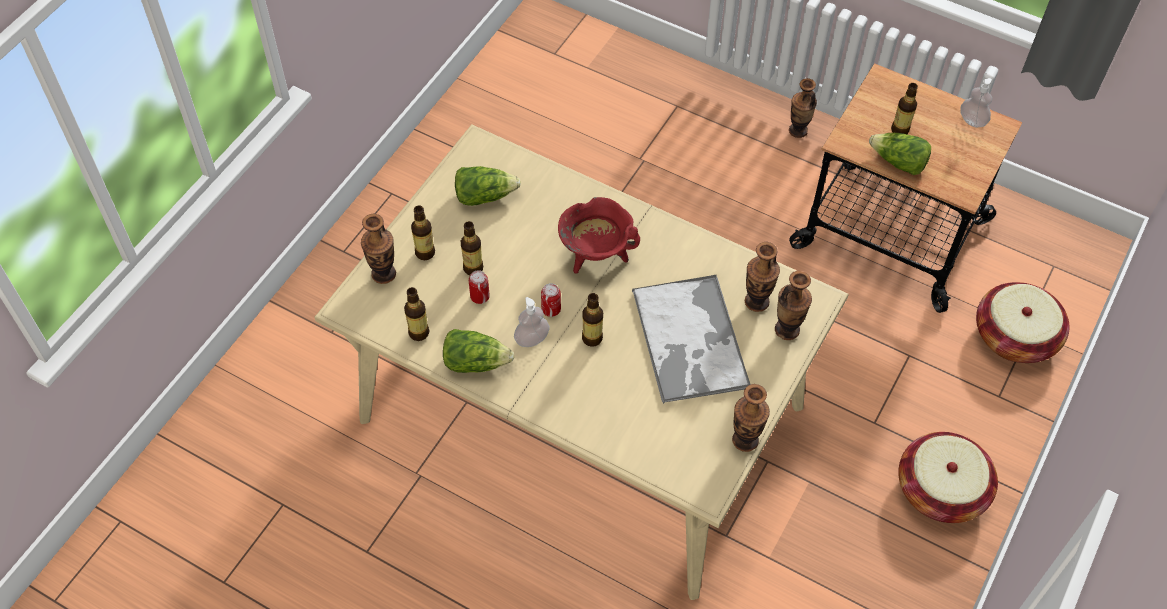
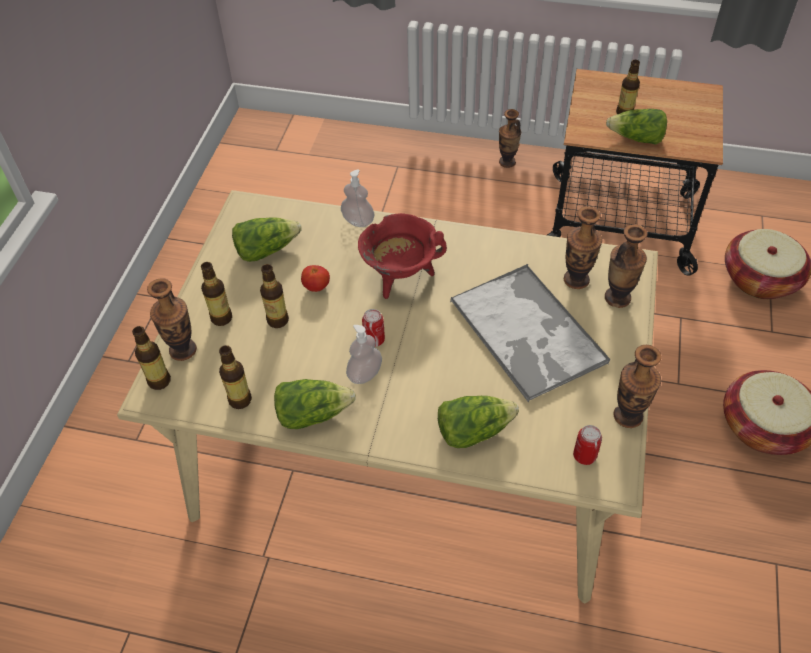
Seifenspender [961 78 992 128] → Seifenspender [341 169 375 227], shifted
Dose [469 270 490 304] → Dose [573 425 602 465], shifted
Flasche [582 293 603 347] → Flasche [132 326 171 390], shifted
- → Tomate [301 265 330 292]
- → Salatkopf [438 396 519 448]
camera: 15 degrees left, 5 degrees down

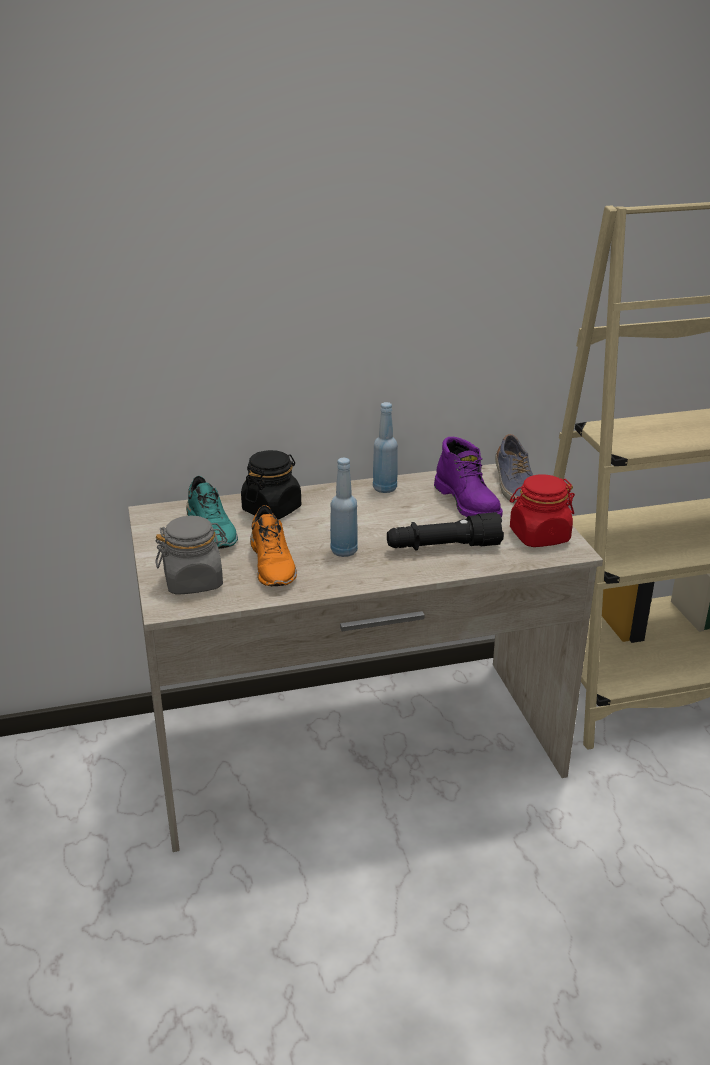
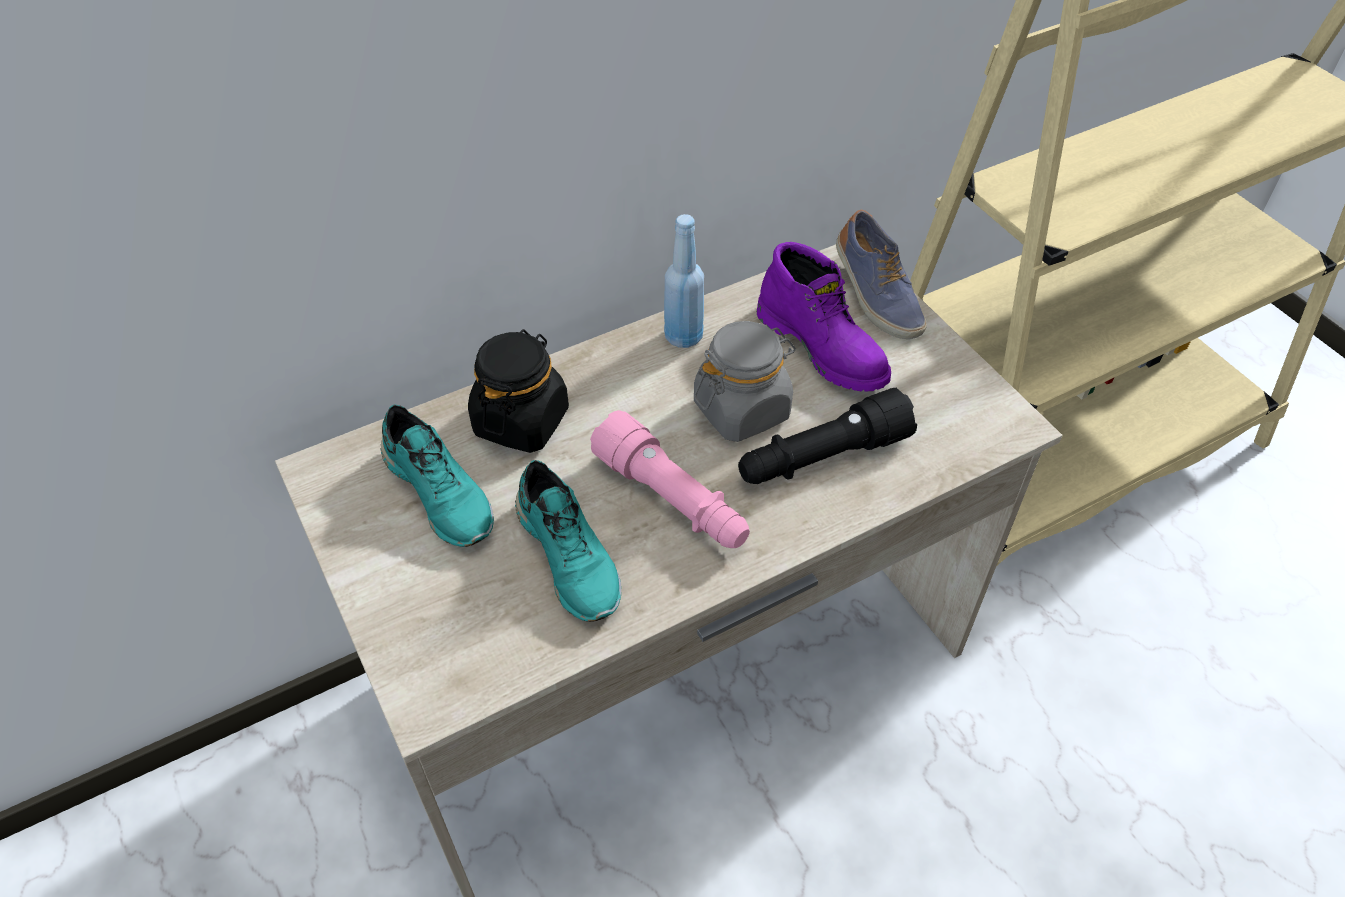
Flasche (blau) [330 458 358 557] → Taschenlampe (rosa) [590 410 750 548]
Vorratsglas (rot) [510 474 575 547] → -
Schuh (orange) [250 505 297 586] → Schuh (türkis) [515 460 621 622]
Vorratsglas (grau) [156 516 228 595] → Vorratsglas (grau) [694 321 796 442], shifted
camera: 15 degrees left, 20 degrees up

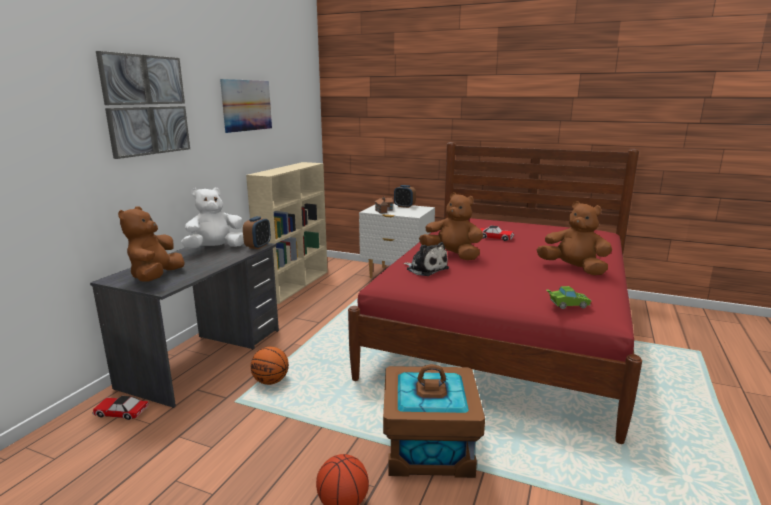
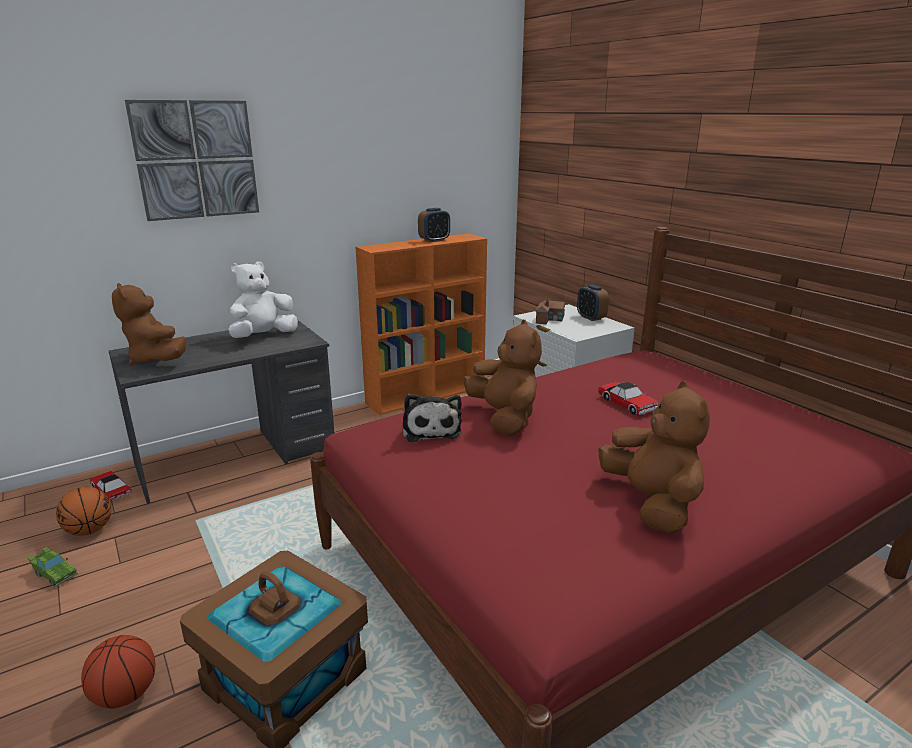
Bild [220 79 272 133] → -
Bücherregal (beige) [246 162 328 304] → Bücherregal (orange) [356 234 487 415]
Plüschtier (weiß) [181 187 244 249] → Plüschtier (weiß) [228 261 298 338], 45 degrees counterclockwise
Plüschtier (braun) [118 206 185 282] → Plüschtier (braun) [112 283 186 365], 75 degrees counterclockwise
Wecker [243 216 271 249] → Wecker [418 208 450 242], shifted
Spielzeugauto (grün) [546 286 591 309] → Spielzeugauto (grün) [27 547 78 586], shifted
Basketball [251 347 289 385] → Basketball [56 487 112 536], shifted
camera: 35 degrees right, 5 degrees up

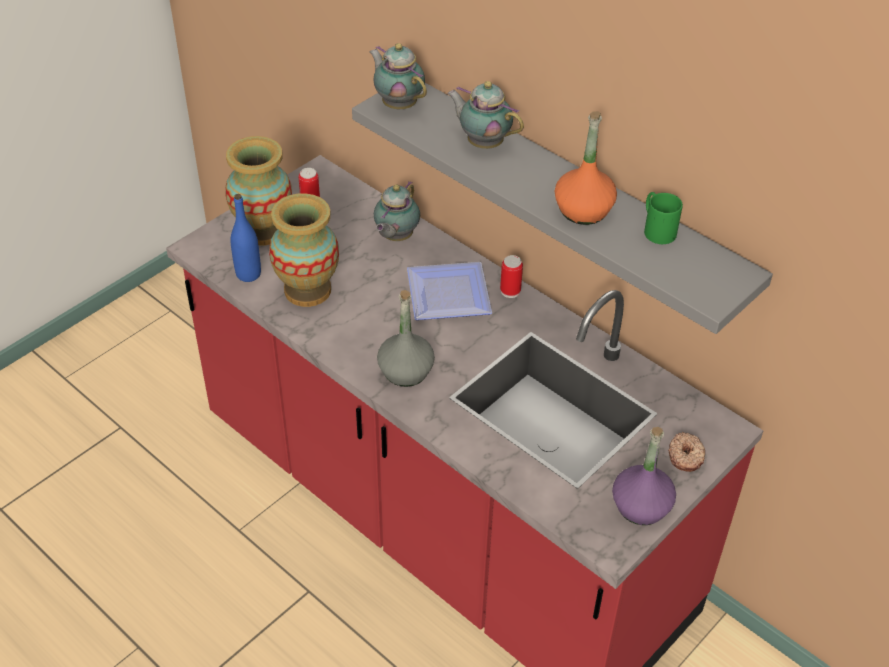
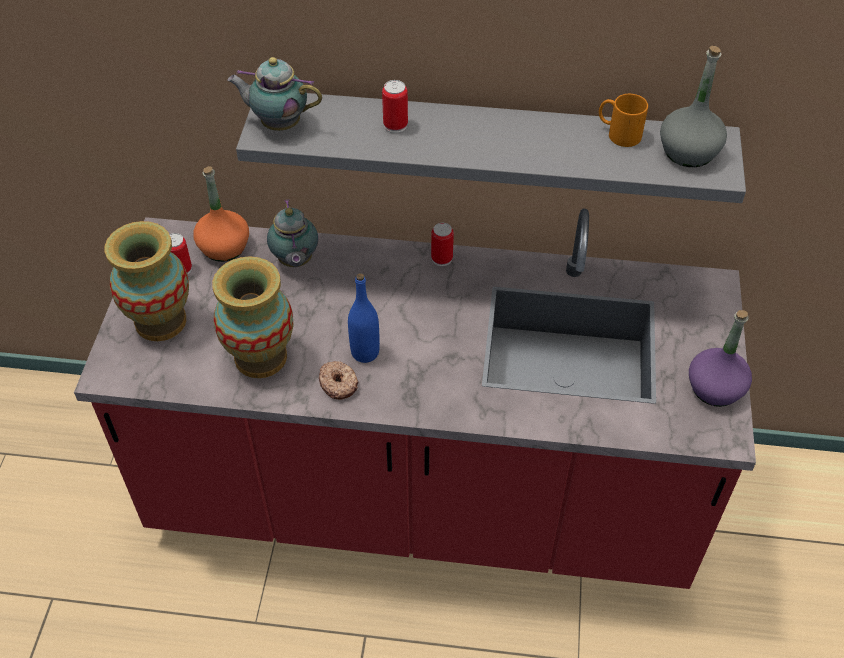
Teekanne [447 81 524 149] → Dose [382 80 408 133]
Flasche (orange) [555 111 617 225] → Flasche (orange) [193 166 249 262], shifted
Henkelbecher (grün) [644 192 683 244] → Henkelbecher (orange) [599 94 648 147]
Flasche (blau) [230 194 261 282] → Flasche (blau) [348 273 380 363], shifted
Teller [407 262 492 320] → -
Flasche (grau) [377 290 435 387] → Flasche (grau) [660 46 727 167], shifted
Donut [668 432 705 472] → Donut [319 361 359 399], shifted
camera: 35 degrees left, 5 degrees up

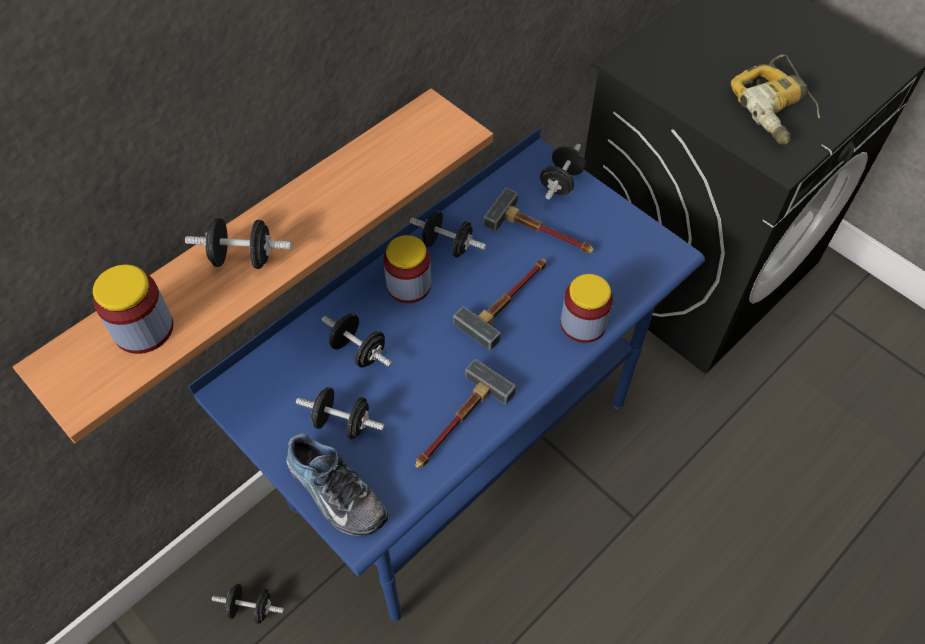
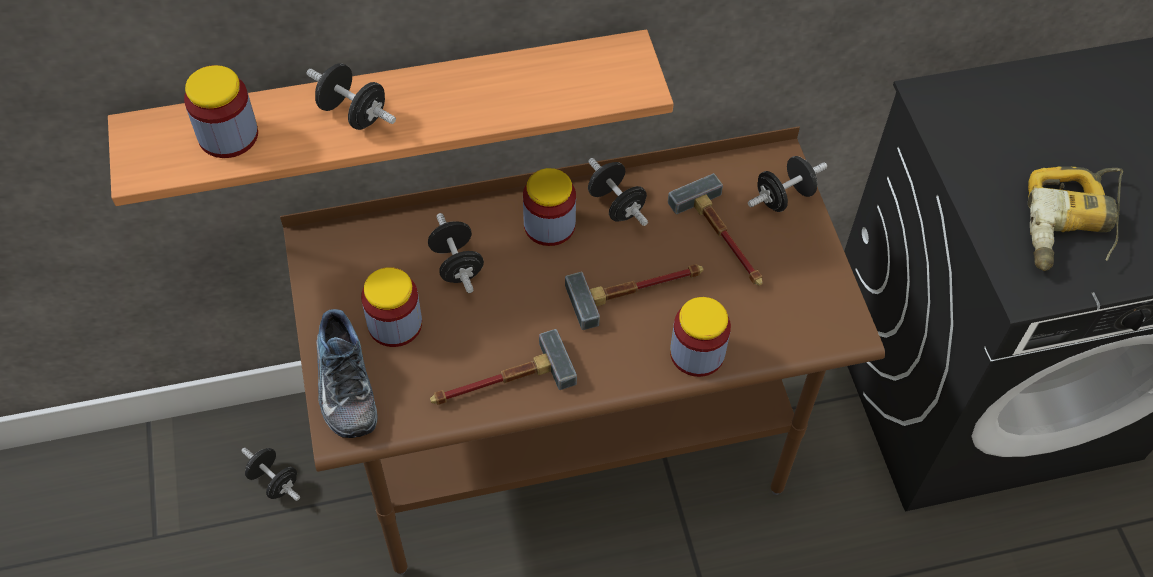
Schreibtisch (blau) [189 128 705 621] → Schreibtisch (braun) [280 127 885 575]
Hantel (schwarz) [296 387 385 439] → Vorratsglas [361 267 422 347]
camera: 30 degrees right, 0 degrees up

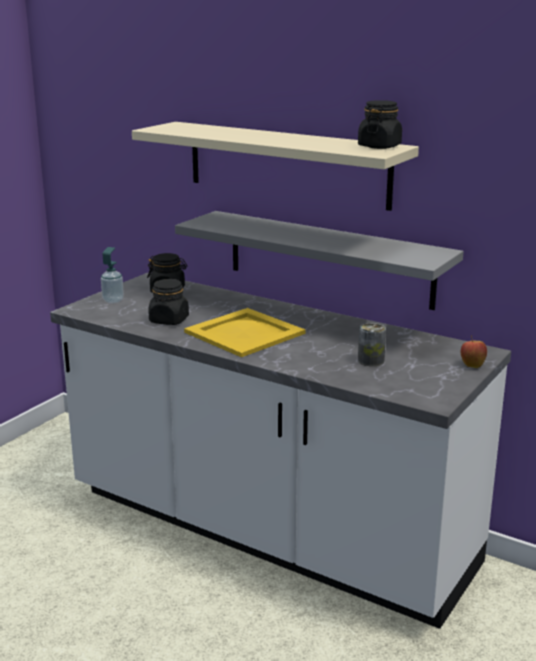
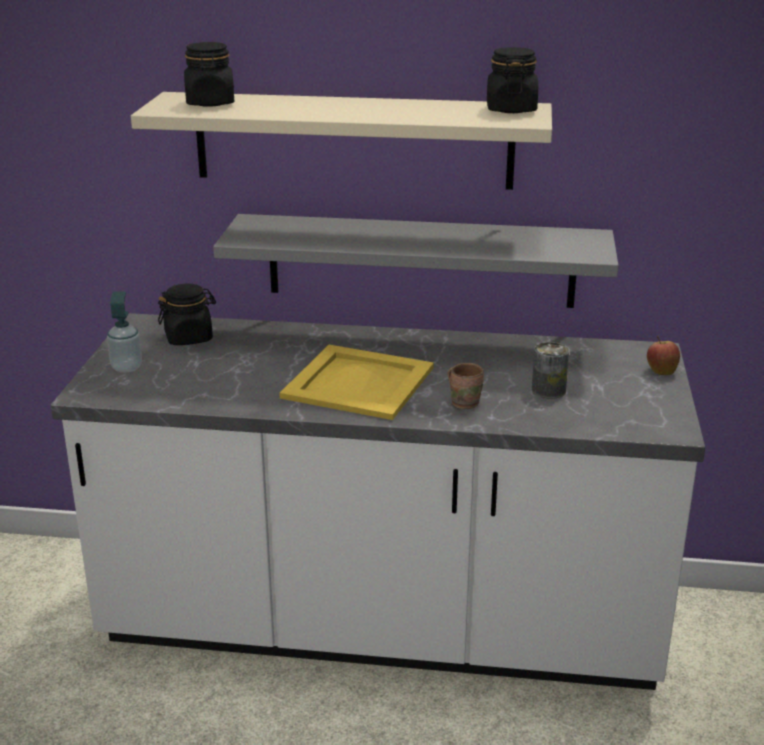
Vorratsglas (schwarz) [148 279 189 325] → Vorratsglas (schwarz) [184 42 234 107], shifted
- → Henkelbecher (braun) [448 363 484 409]
camera: 25 degrees left, 5 degrees up

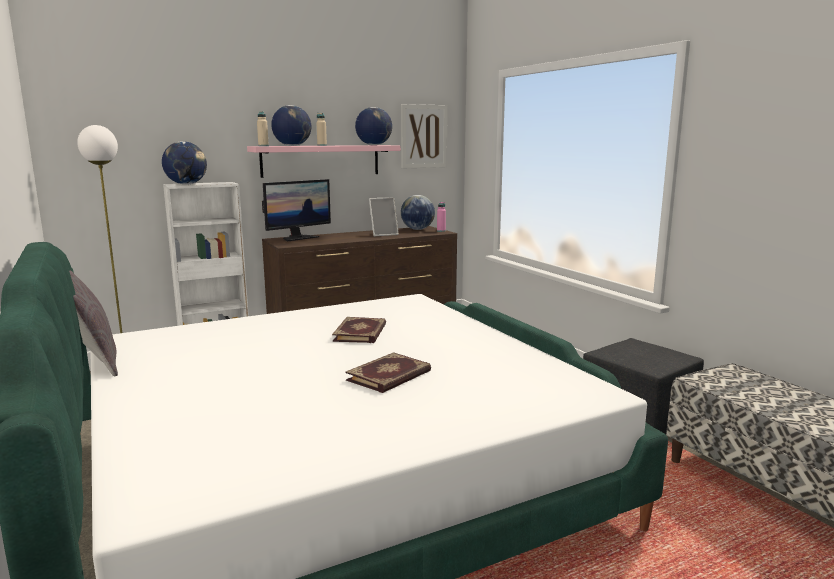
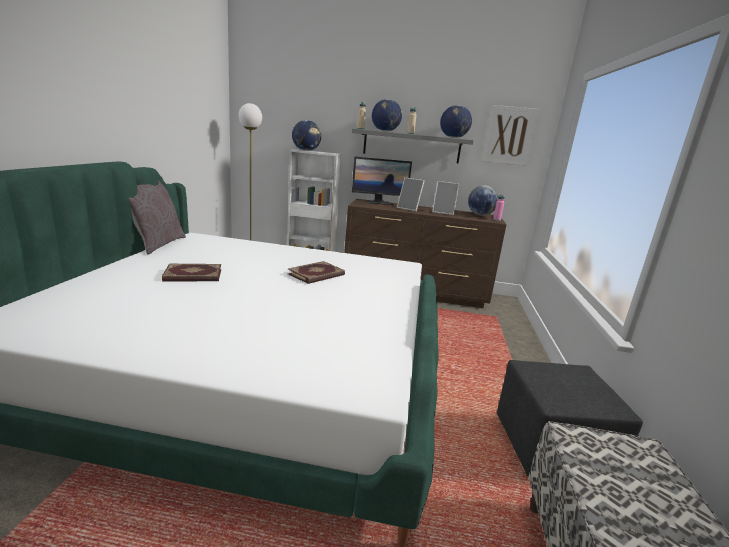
Wandregal (rosa) [247 145 401 178] → Wandregal (grau) [352 129 474 163]
Buch [345 352 431 393] → Buch [162 264 221 281], shifted
- → Bilderrahmen [397 177 425 211]
camera: 35 degrees right, 5 degrees up

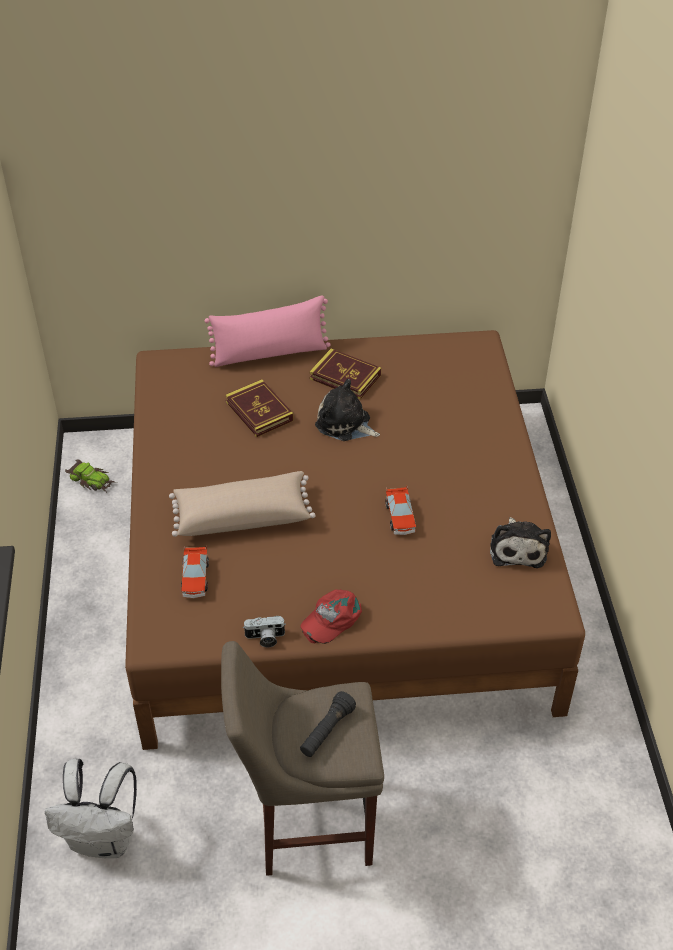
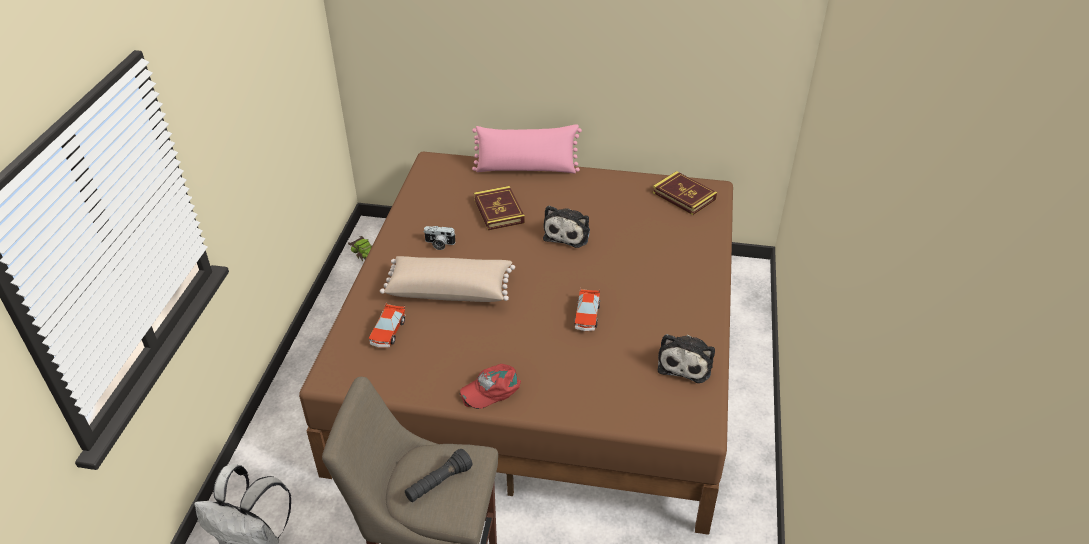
Buch [309 349 381 399] → Buch [652 171 717 215], shifted
Plüschtier [315 379 380 441] → Plüschtier [543 206 590 248], 120 degrees counterclockwise
Kamera [243 616 286 647] → Kamera [423 226 456 250], shifted
camera: 15 degrees right, 5 degrees down

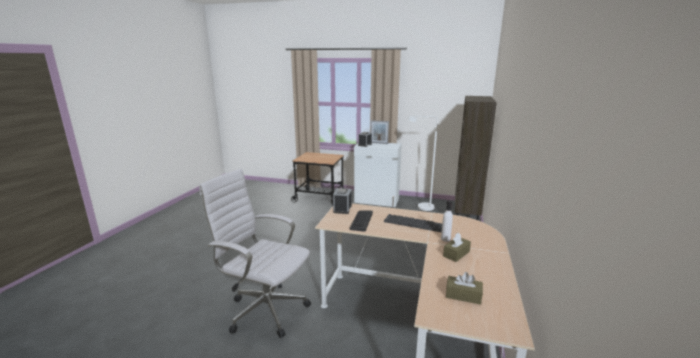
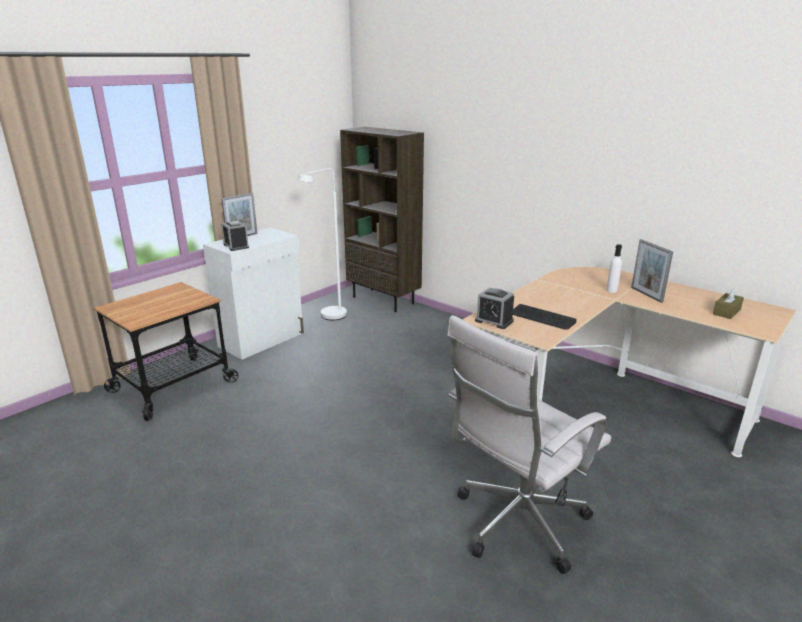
Tastatur [384 214 442 232] → -
Taschentuchbox (braun) [443 233 471 262] → Bilderrahmen [631 239 673 303]
camera: 65 degrees left, 5 degrees up

